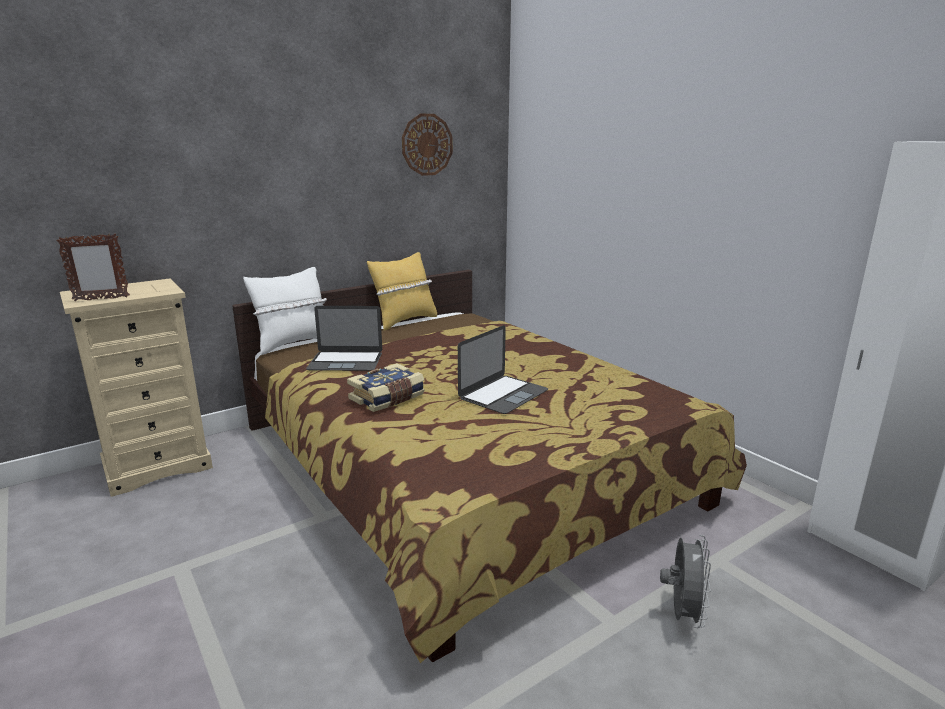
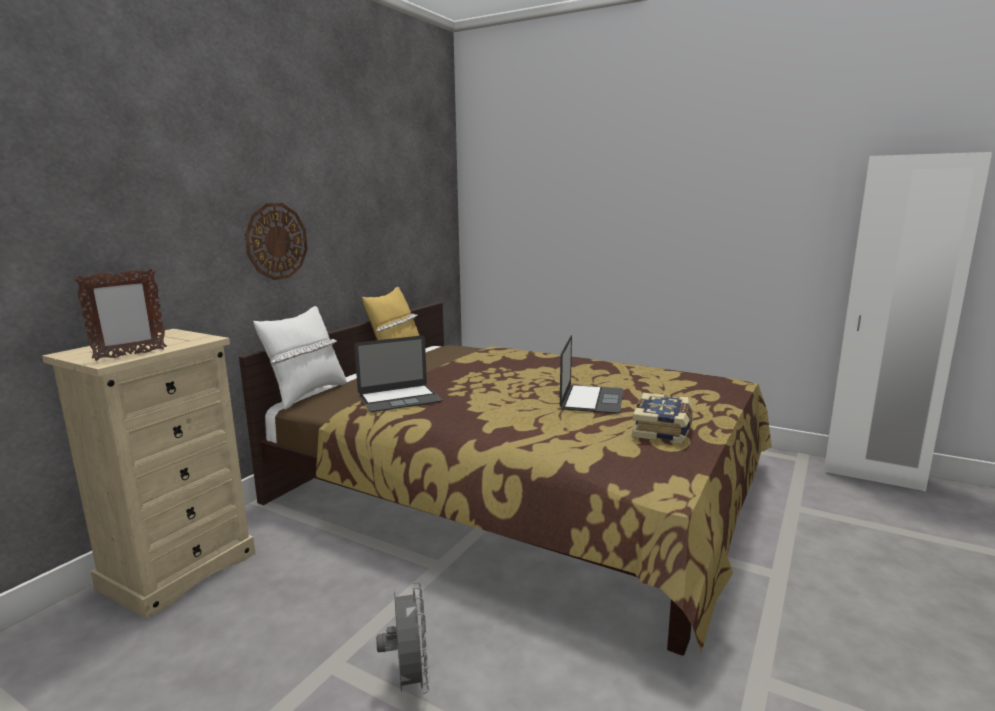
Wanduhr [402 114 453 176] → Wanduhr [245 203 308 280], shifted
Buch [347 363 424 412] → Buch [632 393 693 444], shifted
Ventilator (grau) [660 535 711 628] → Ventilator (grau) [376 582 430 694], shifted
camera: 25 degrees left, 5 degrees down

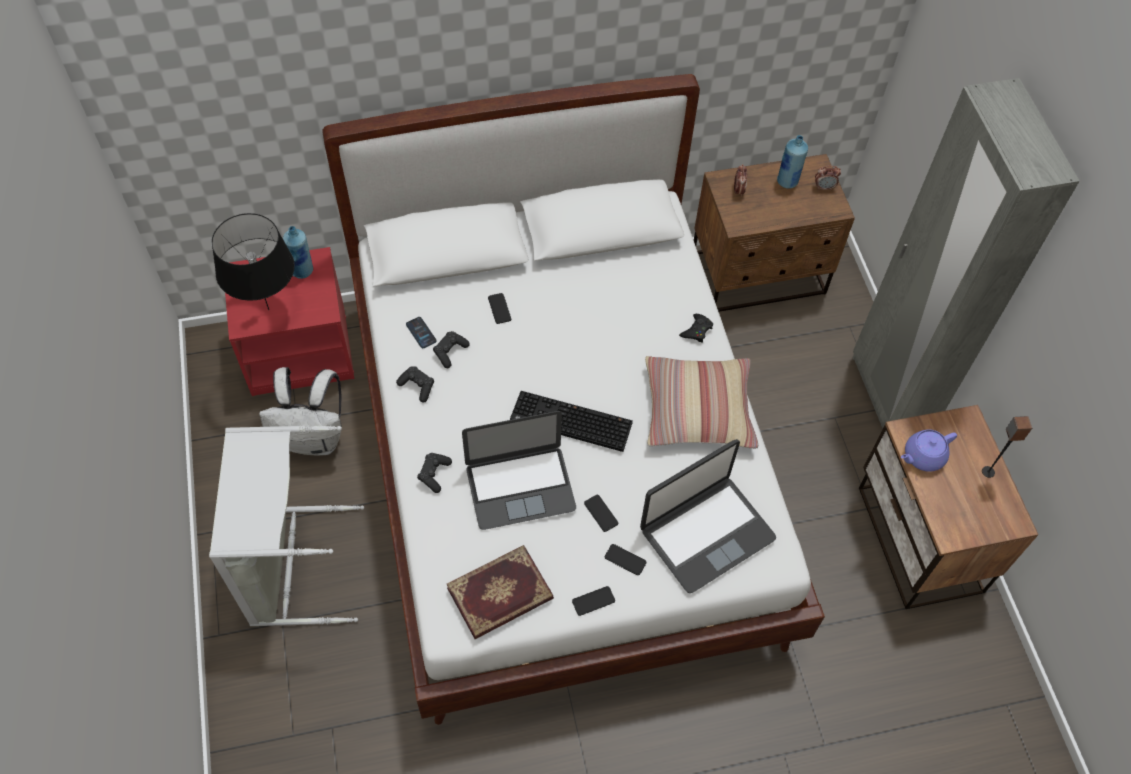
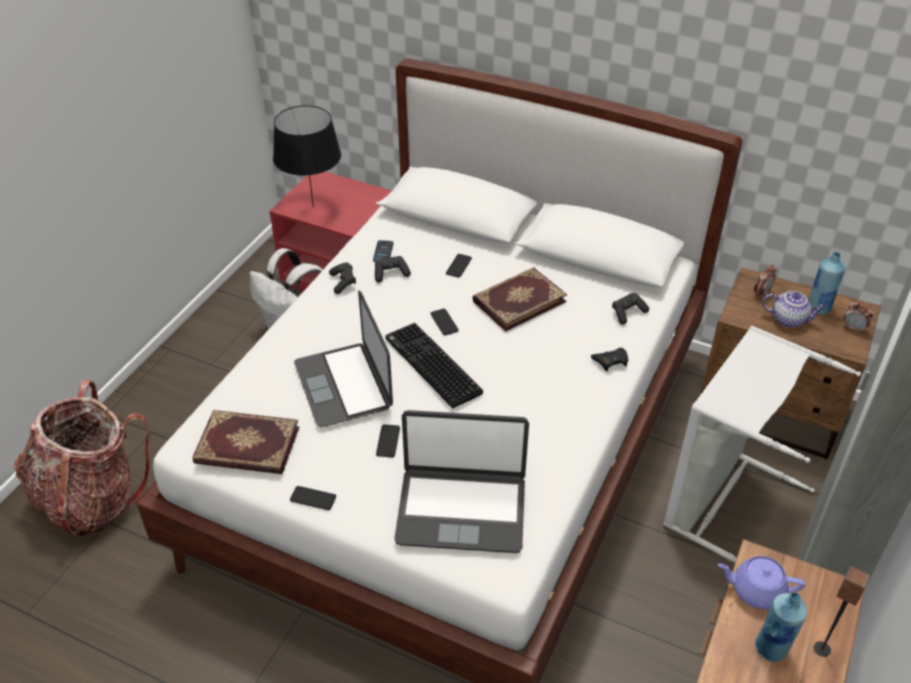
Flasche (blau) [283 226 313 279] → Flasche (blau) [755 592 807 662], shifted
Kissen [645 356 758 449] → -
Laptop [462 411 576 530] → Laptop [294 290 393 427], 45 degrees clockwise
Wäschekorb (grau) [209 425 364 626] → Wäschekorb (grau) [663 326 861 563], shifted
Gamepad (schwarz) [417 453 452 493] → Gamepad (schwarz) [612 293 649 325], shifted
Handy [605 544 647 575] → Handy [430 309 458 335], shifted
- → Buch [473 267 567 332]
- → Teekanne [762 291 826 328]
- → Rucksack [14 380 150 537]
camera: 40 degrees right, 15 degrees down

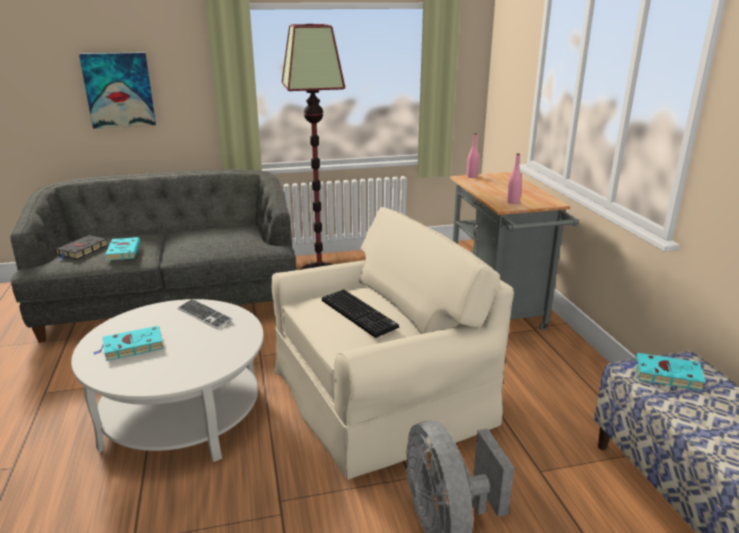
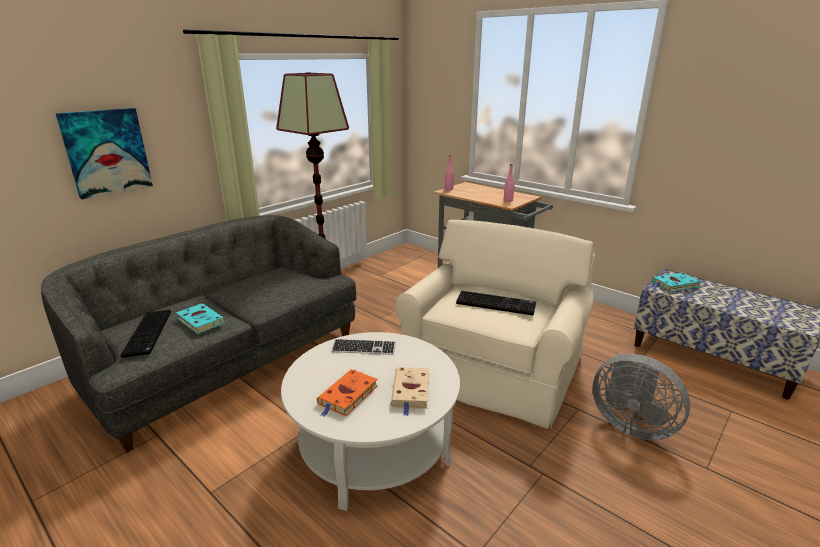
Buch (schwarz) [56 235 108 261] → Tastatur [121 310 171 358]
Buch (türkis) [93 326 163 361] → Buch (orange) [317 369 378 417]
- → Buch (beige) [391 367 429 416]
camera: 35 degrees left, 0 degrees up

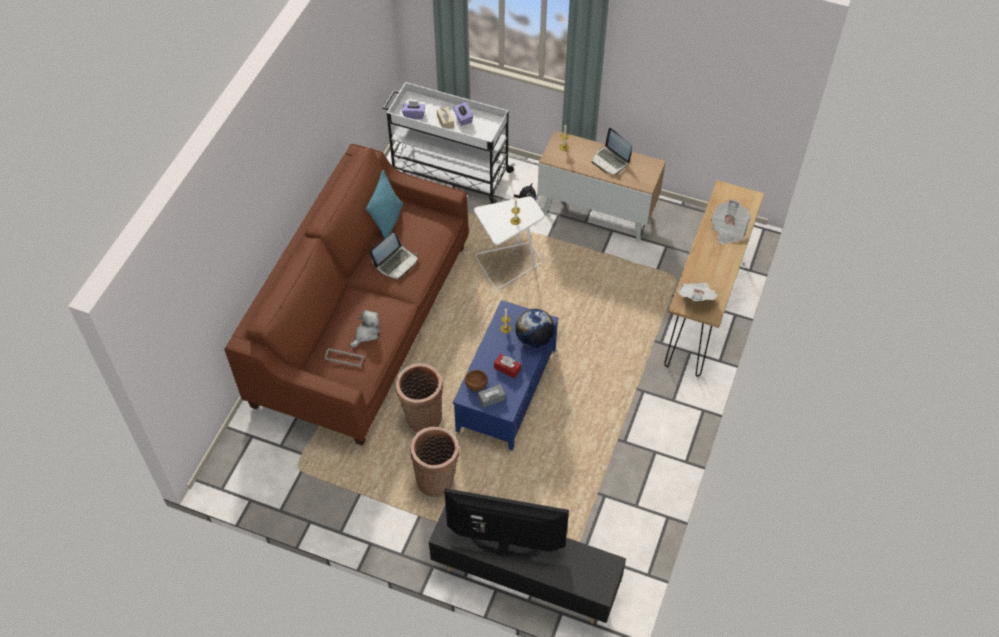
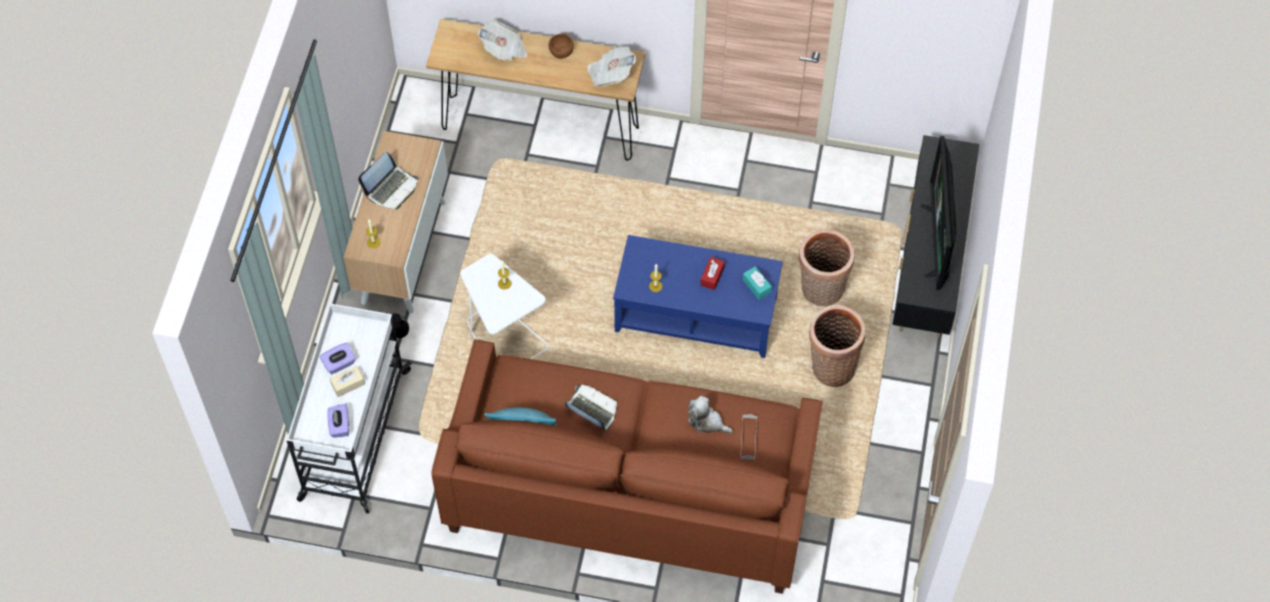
Globus [515 309 555 348] → -
Korb [396 363 443 432] → Korb [799 229 855 307], shifted
Schüssel (braun) [465 370 488 391] → Schüssel (braun) [549 33 574 59], shifted
Taschentuchbox (grau) [478 384 505 408] → Taschentuchbox (türkis) [743 266 772 300]
camera: 100 degrees left, 5 degrees up

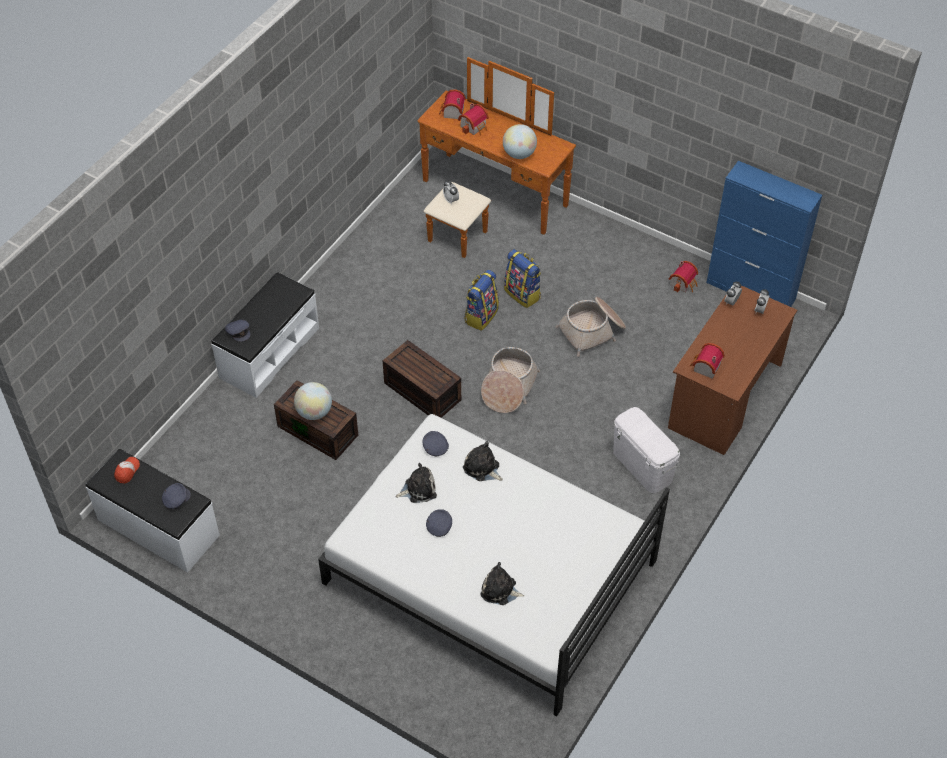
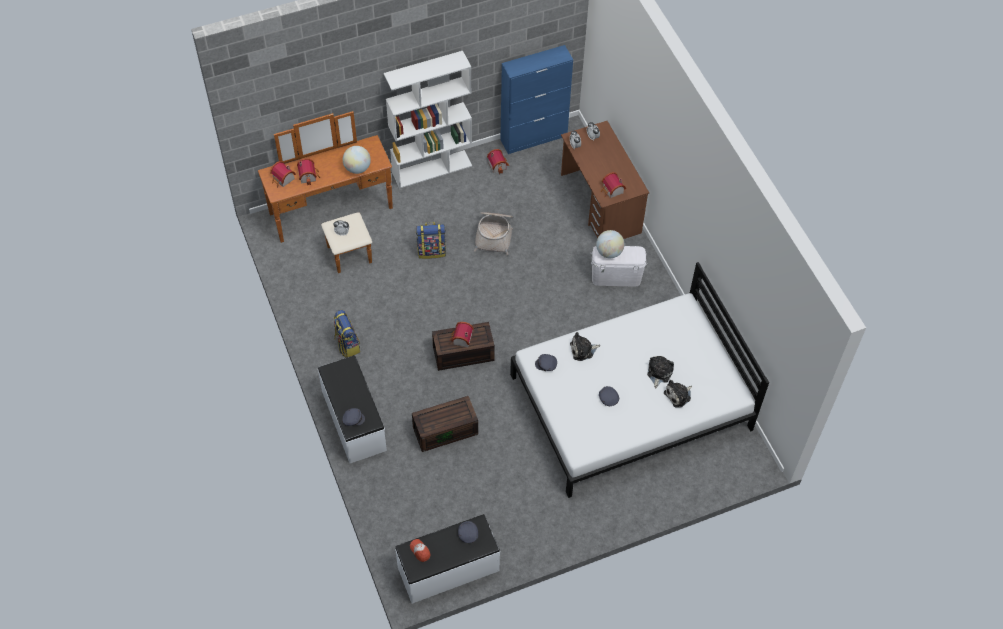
Rucksack [464 270 499 331] → Rucksack [334 310 360 358], shifted
Korb [481 347 540 413] → -
Globus [294 382 332 420] → Globus [596 230 624 258], shifted
Plüschtier [396 463 437 503] → Plüschtier [647 356 674 388], shifted
- → Bücherregal (weiß) [384 51 472 189]
- → Spielzeughaus [450 322 474 347]
camera: 55 degrees left, 5 degrees up

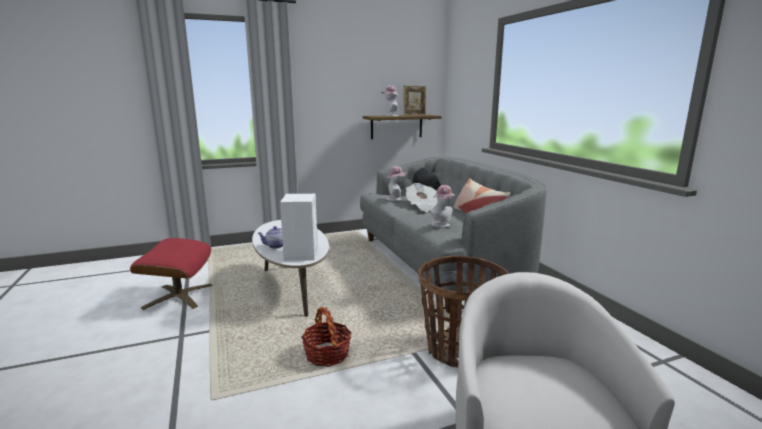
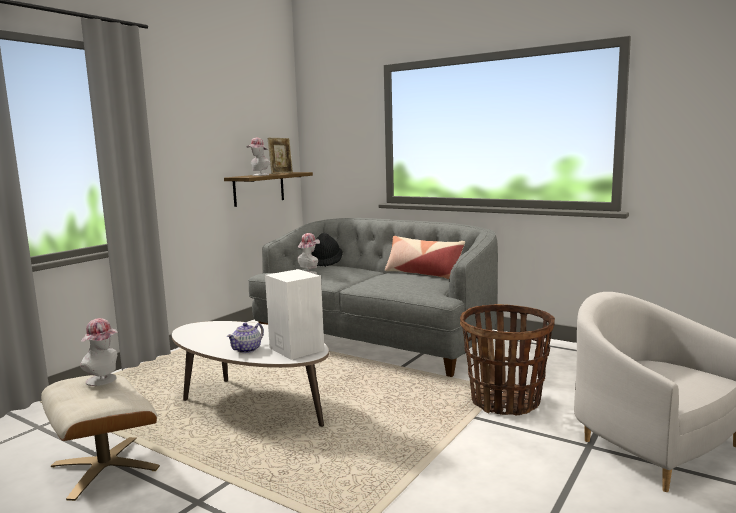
Zeitung [406 183 438 212] → -
Hut [430 185 456 228] → Hut [80 318 119 386], shifted
Polsterhocker (rot) [130 238 213 310] → Polsterhocker (beige) [41 375 160 501]
Korb [301 307 351 367] → -
camera: 35 degrees left, 5 degrees down

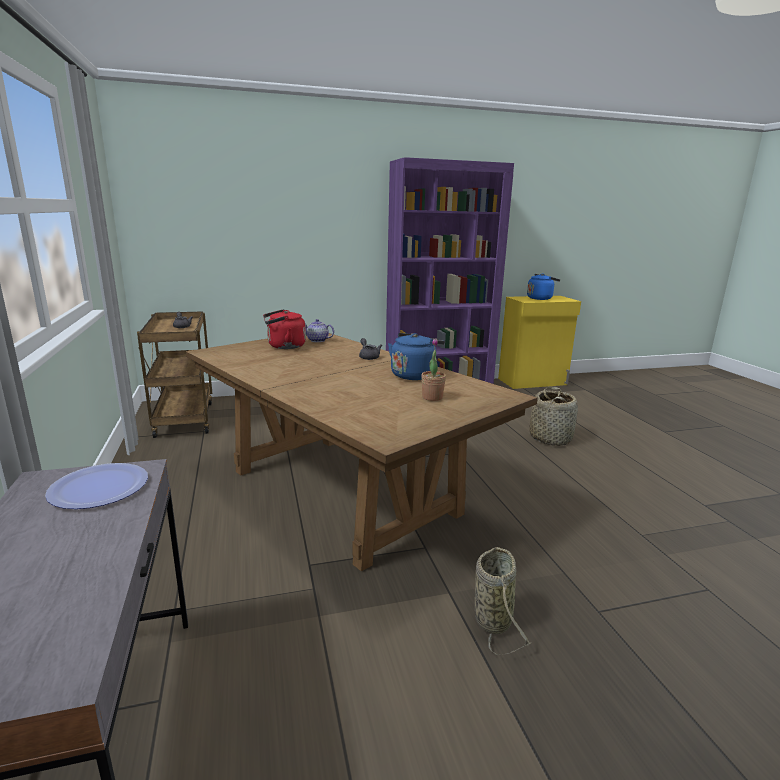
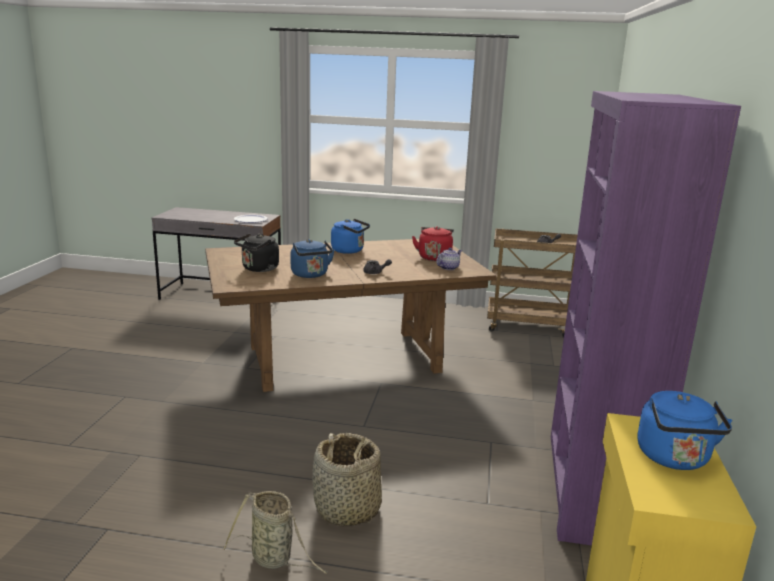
Topfpflanze [421 338 446 401] → Wasserkessel (schwarz) [234 233 279 272]
Korb [475 547 532 655] → Korb [224 491 328 574], shifted
- → Wasserkessel (blau) [331 219 370 254]
camera: 115 degrees right, 0 degrees up

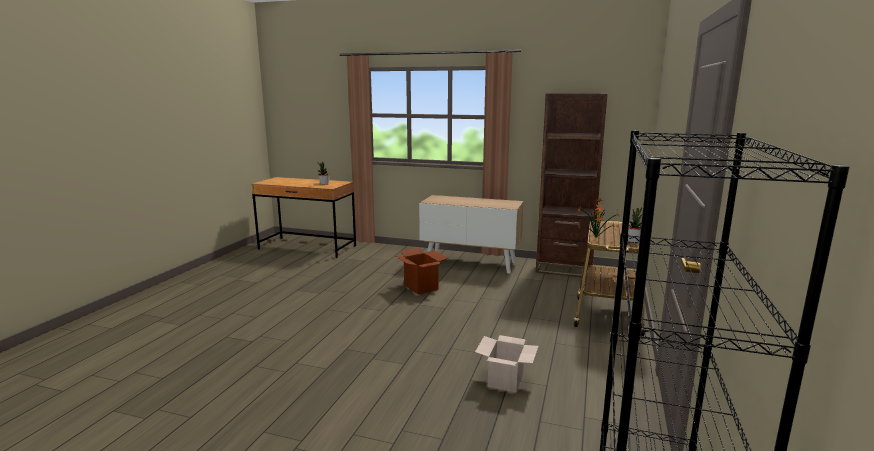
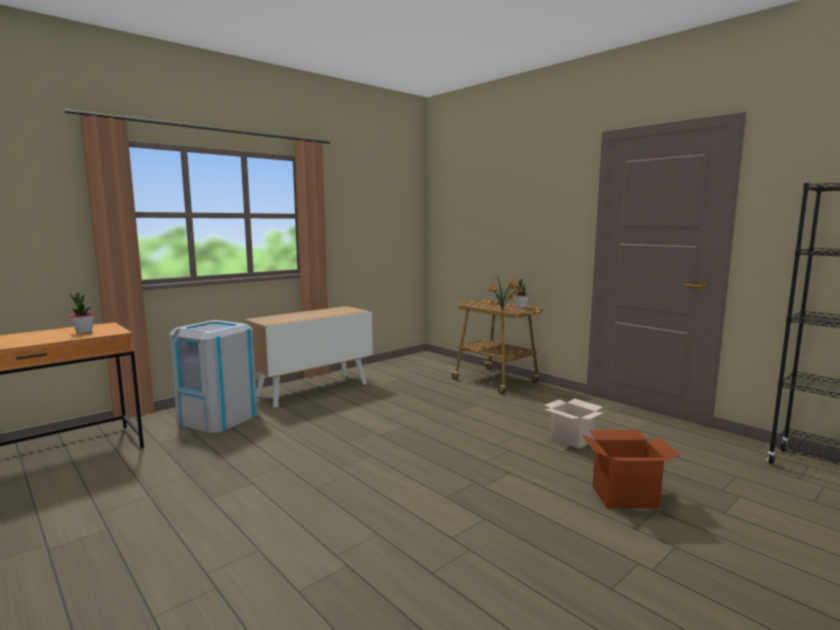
Bücherregal (braun) [536 93 607 278] → -
Karton [394 248 448 294] → Karton [582 430 680 509], shifted
- → Mülleimer (grau) [169 320 258 433]
camera: 60 degrees left, 5 degrees down

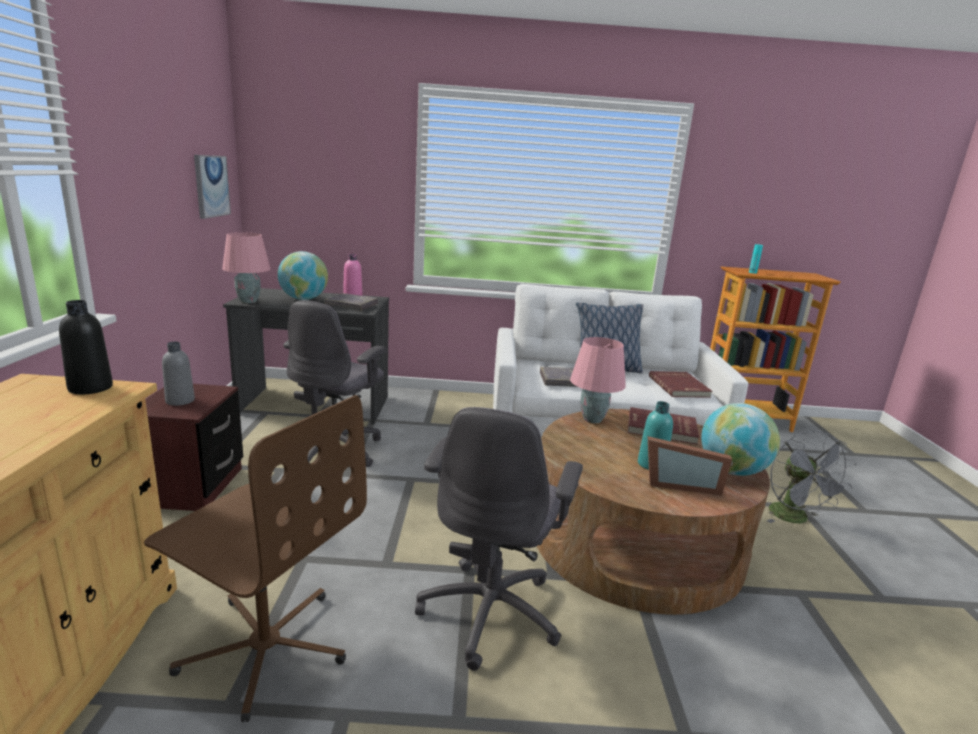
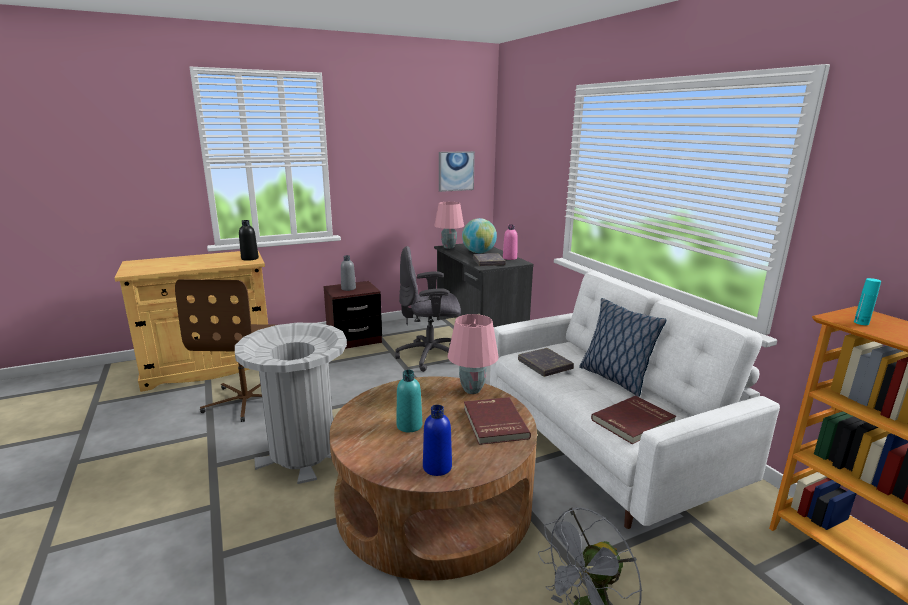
Globus [701 403 780 476] → Flasche (blau) [423 405 452 476]
Bürostuhl (grau) [415 407 583 671] → Mülleimer (grau) [235 323 347 484]
Bilderrahmen [648 436 732 495] → -
camera: 65 degrees right, 0 degrees up

